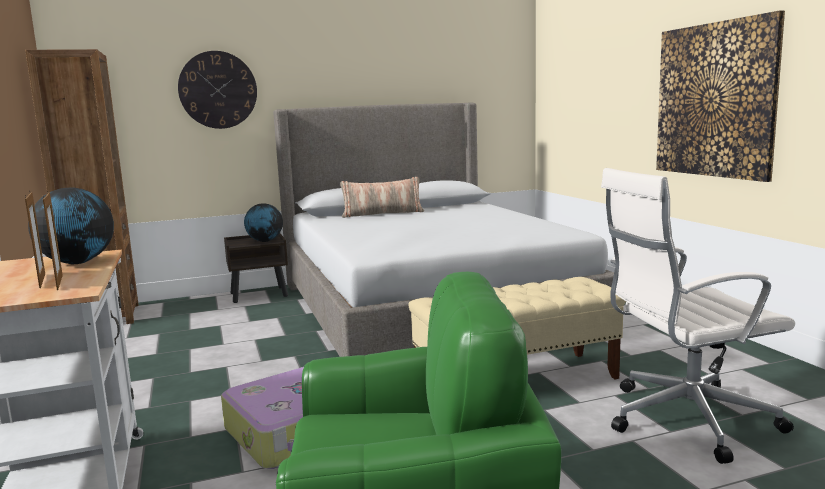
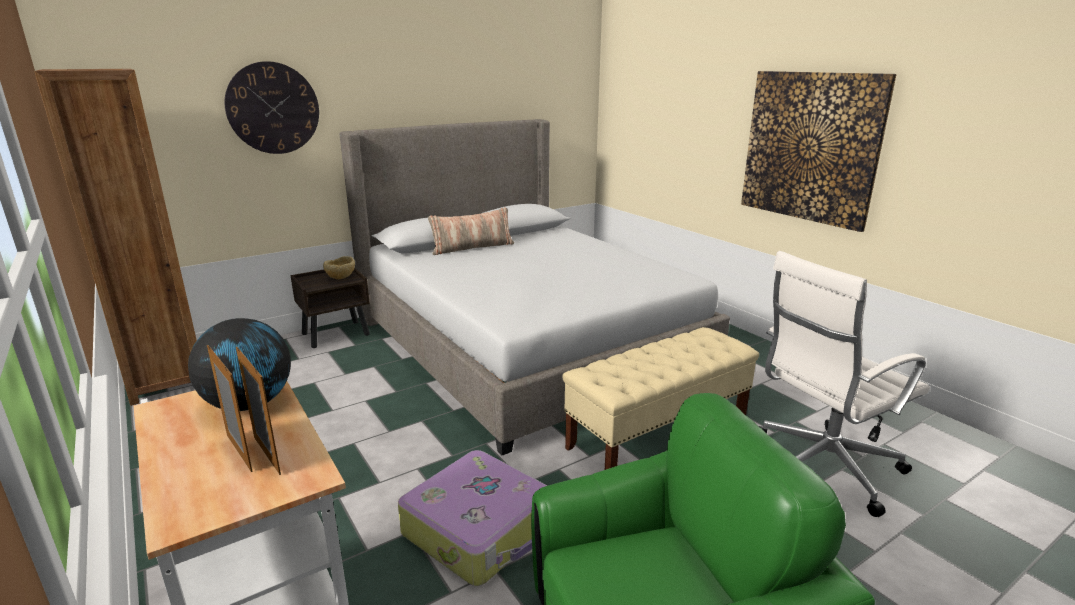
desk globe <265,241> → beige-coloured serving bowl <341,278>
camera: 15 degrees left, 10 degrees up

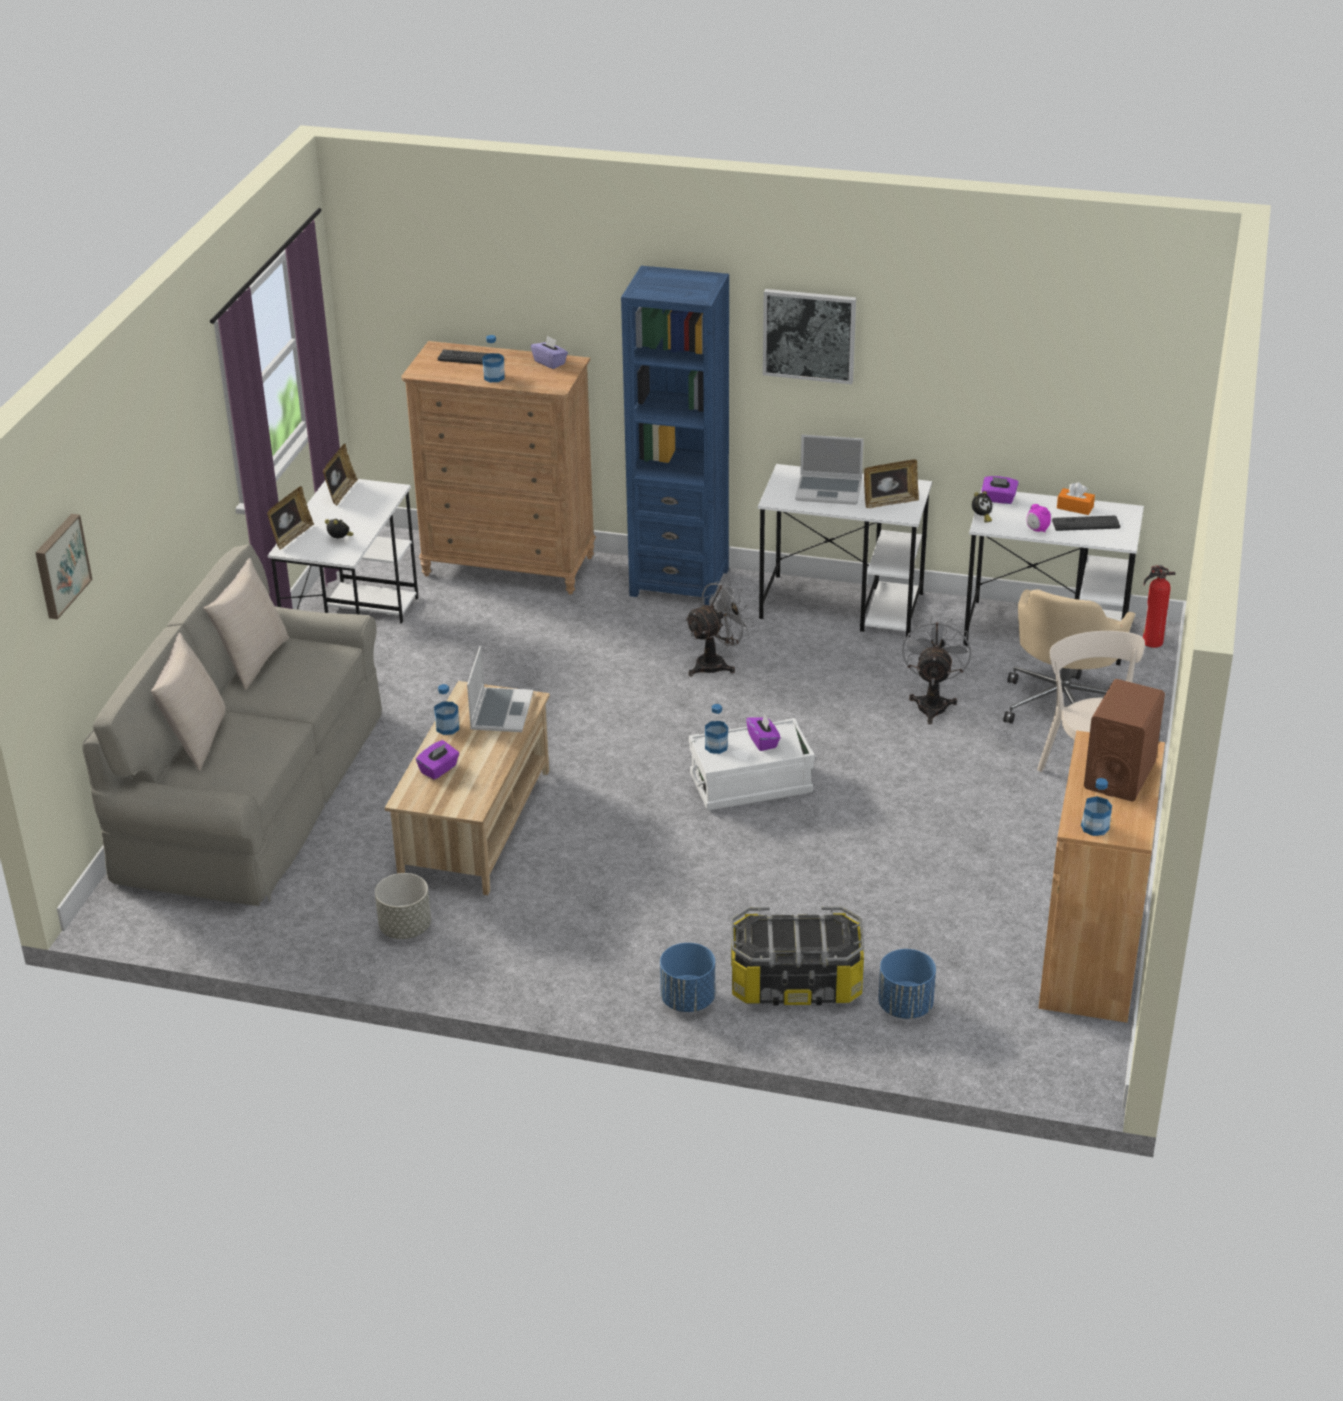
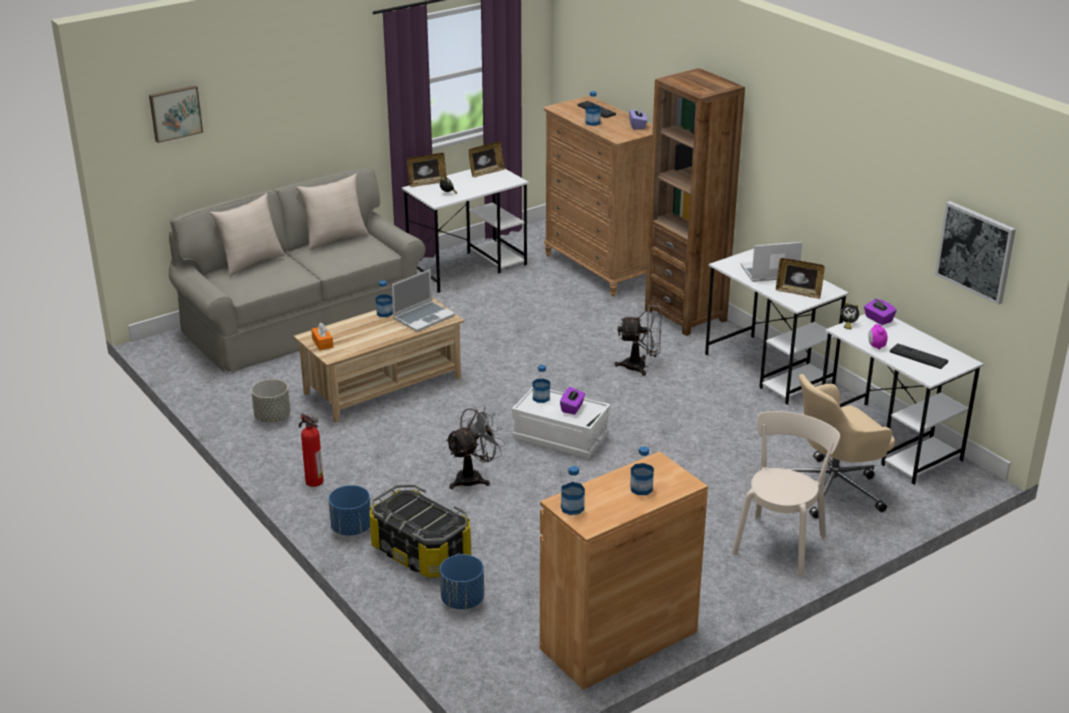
purplish box of tissues <439,769> → -
wall art <809,335> → wall art <976,251>, move
greyish fan <932,703> → greyish fan <474,477>, move
orangey box of tissues <1075,507> → orangey box of tissues <322,343>, move
extinguisher <1151,642> → extinguisher <313,481>, move
brown-coloured speaker <1119,775> → beverage bottle <641,488>
bluish shelving unit <679,582> → brown-coloured shelving unit <686,315>
notebook computer <829,491> → notebook computer <769,272>, 120 degrees clockwise
camera: 40 degrees right, 5 degrees down

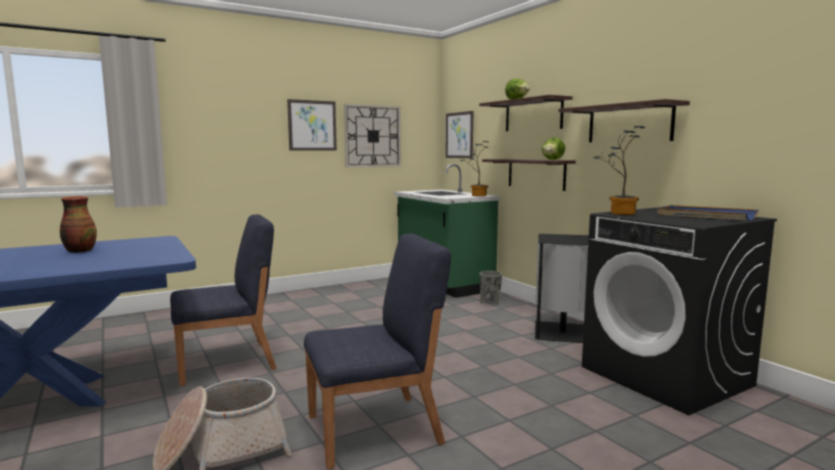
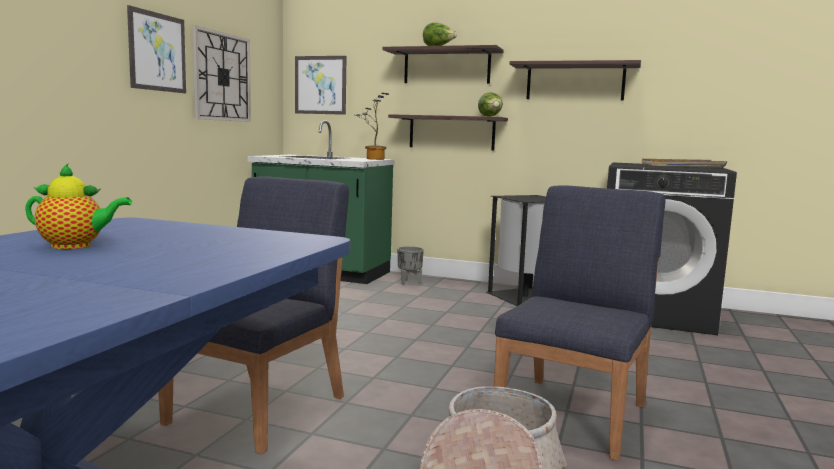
potted plant <618,213> → -
vase <79,251> → pot for tea <76,246>
camera: 40 degrees left, 0 degrees up

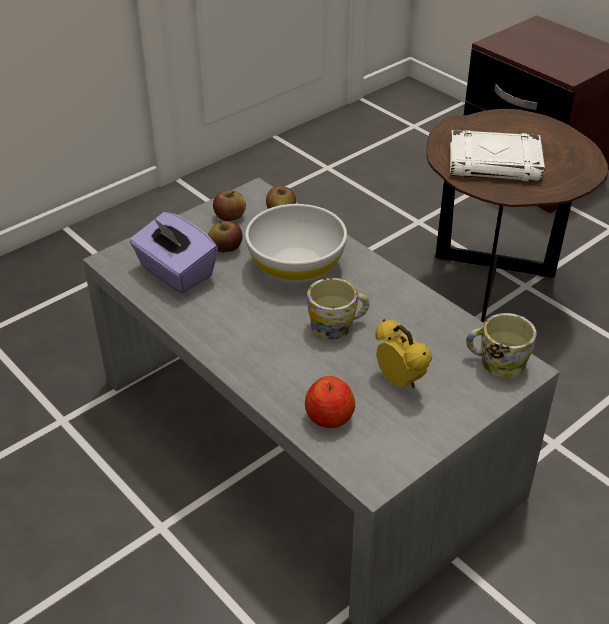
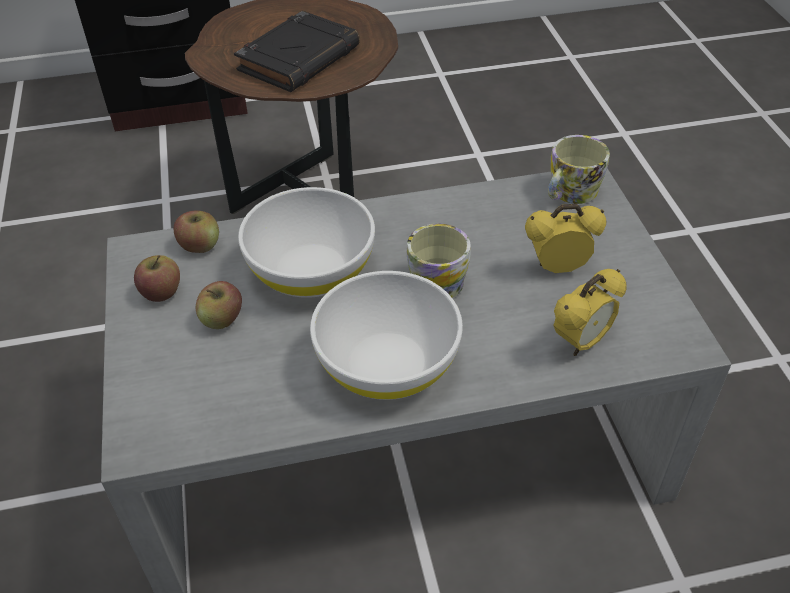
purplish box of tissues <175,272> → -
- → white serving bowl <387,365>
apple fruit <329,417> → bedside clock <581,342>
white book <495,163> → blackish book <299,58>
camera: 60 degrees left, 5 degrees up

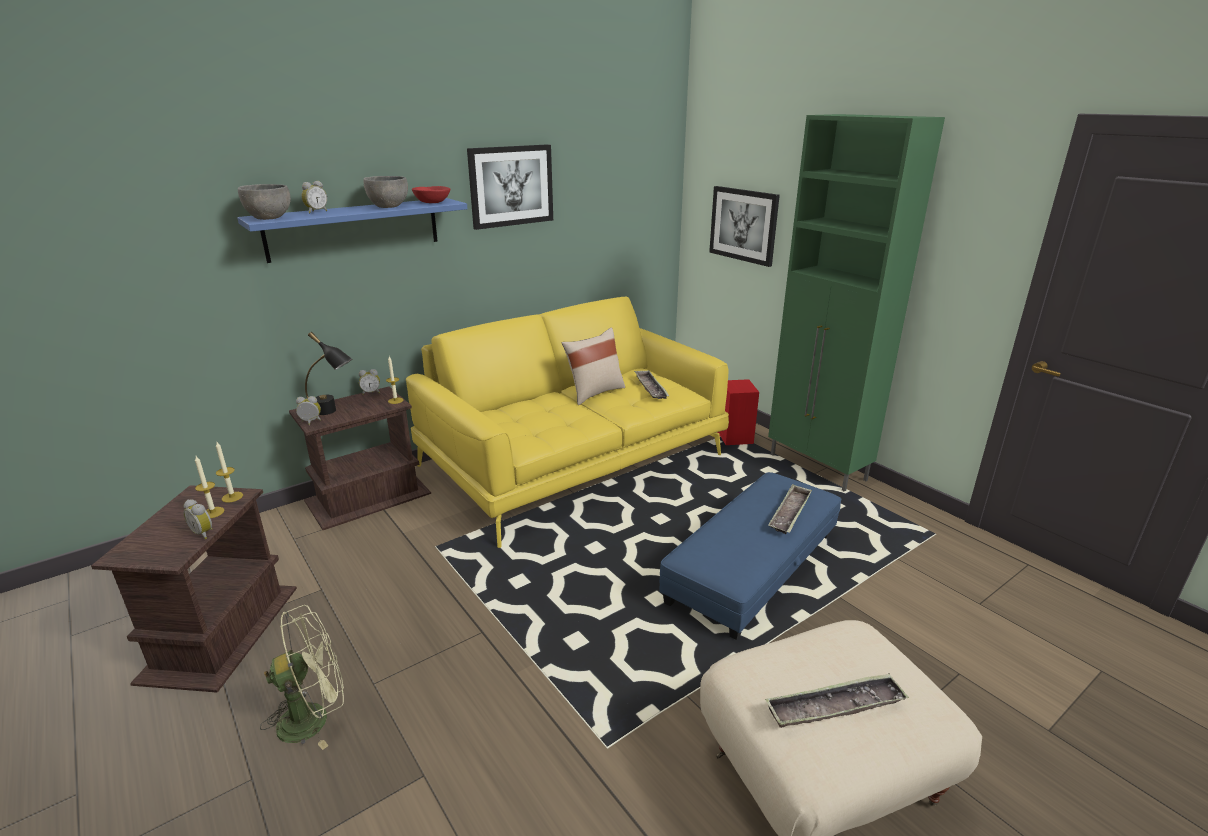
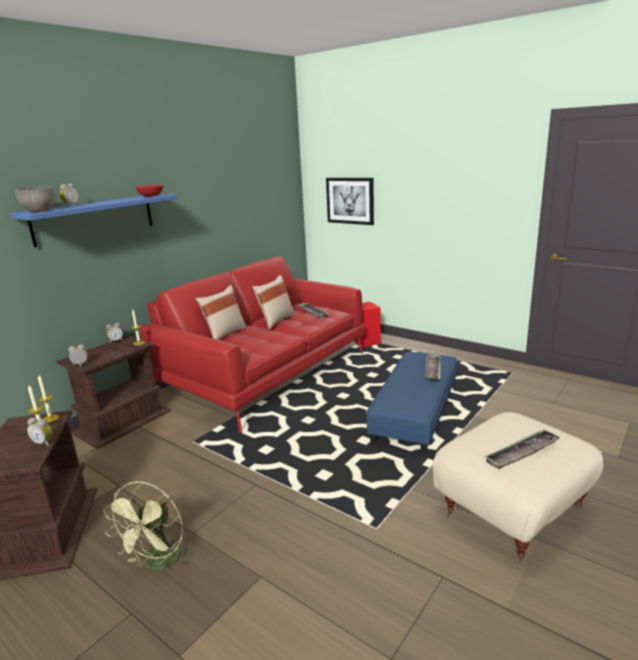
blackish lamp for a table <333,412> → -
greyish serving bowl <388,207> → -
wall art <511,186> → -
green-coloured cabinet <818,468> → -
- → beige-coloured pillow <224,334>
yellow-coloured sofa <574,460> → red-coloured sofa <266,373>
green-coloured fan <314,717> → green-coloured fan <158,564>, 150 degrees clockwise
camera: 15 degrees left, 5 degrees down

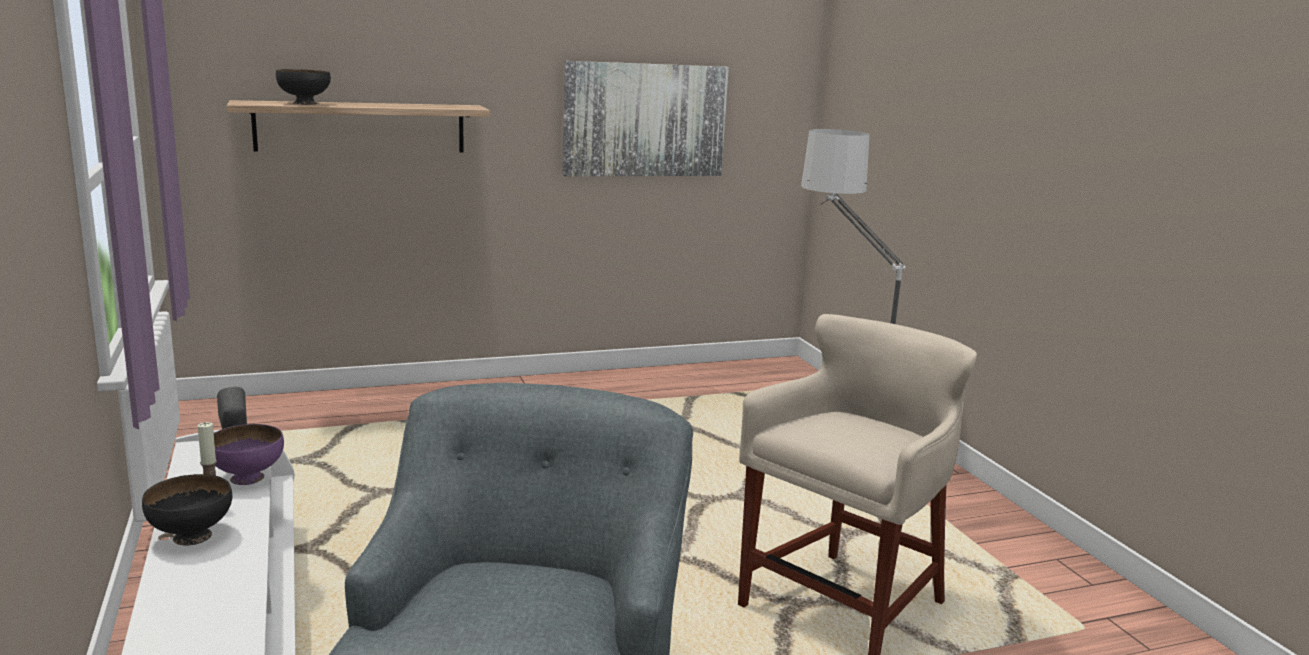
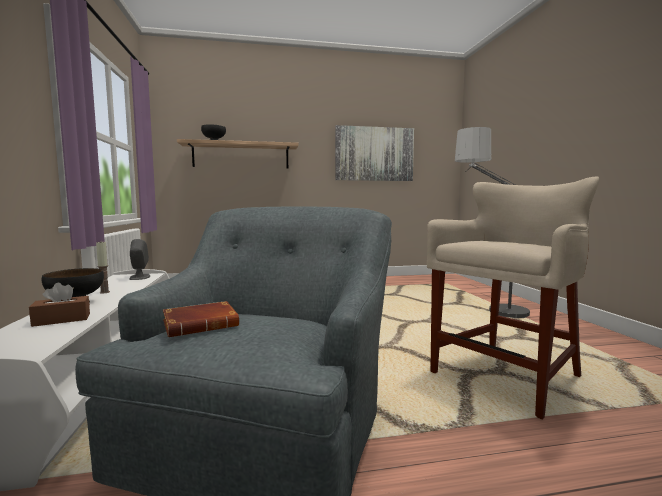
purplish serving bowl <248,478> → -
- → brown-coloured box of tissues <62,319>
- → brown-coloured book <202,324>
camera: 10 degrees right, 10 degrees down

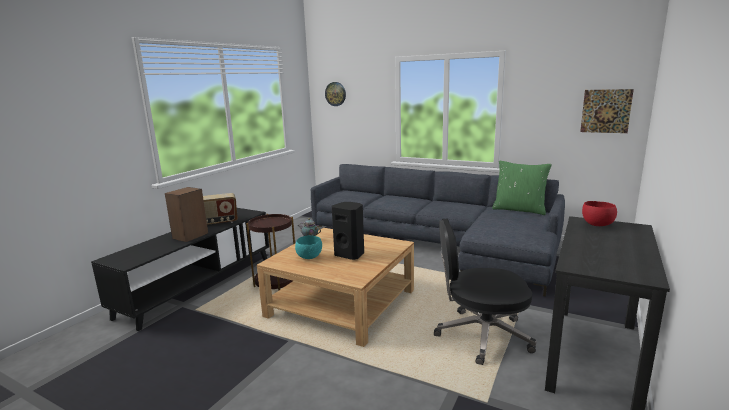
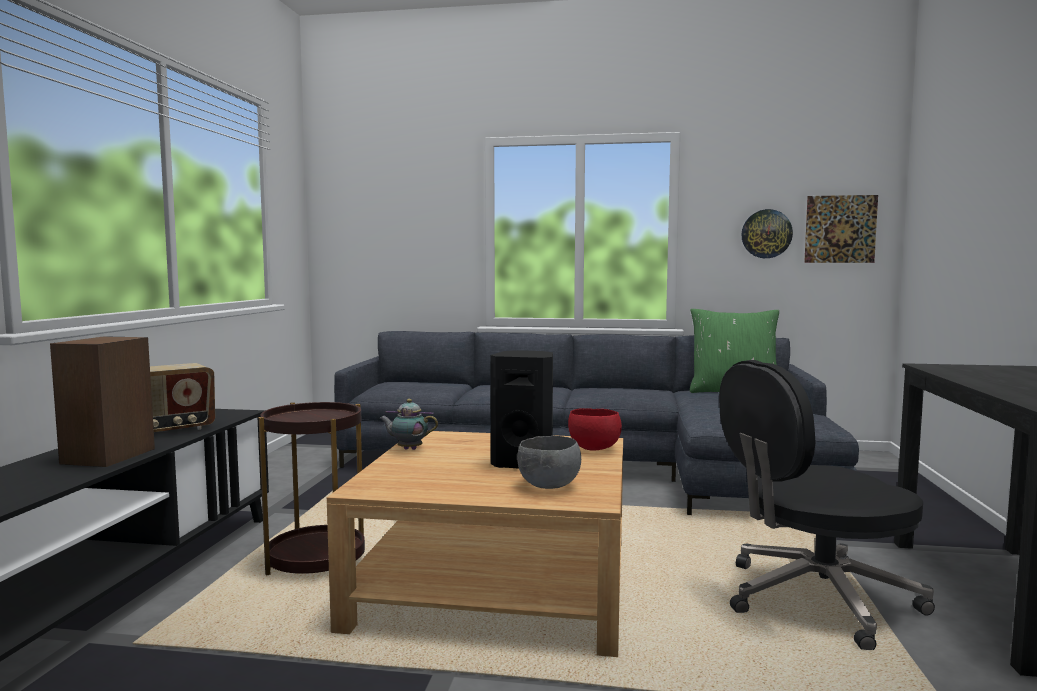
turquoise-coloured serving bowl <310,257> → -
- → greyish serving bowl <548,486>
clock on the wall <335,94> → clock on the wall <766,234>, move
red-coloured serving bowl <596,225> → red-coloured serving bowl <593,448>, move
camera: 20 degrees left, 10 degrees down

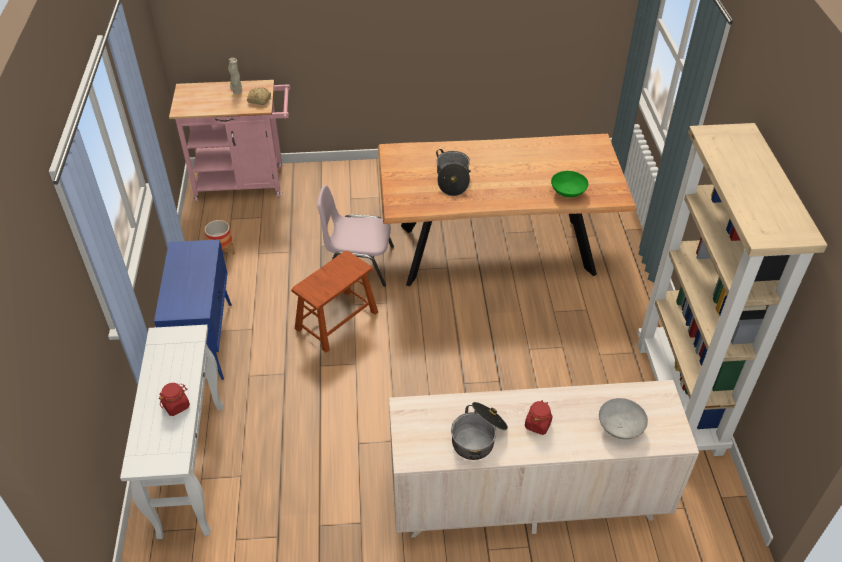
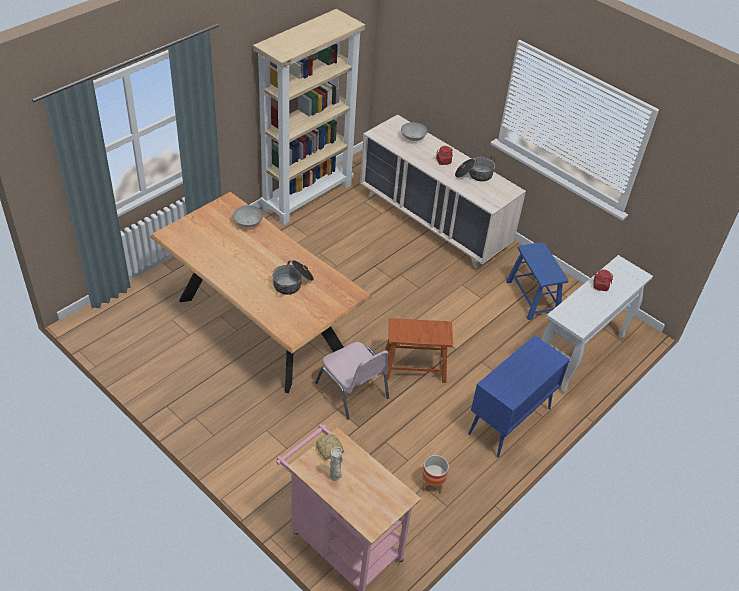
- → bluish sitting stool <533,297>
green-coloured serving bowl <567,193> → greyish serving bowl <249,223>
camera: 135 degrees left, 0 degrees up

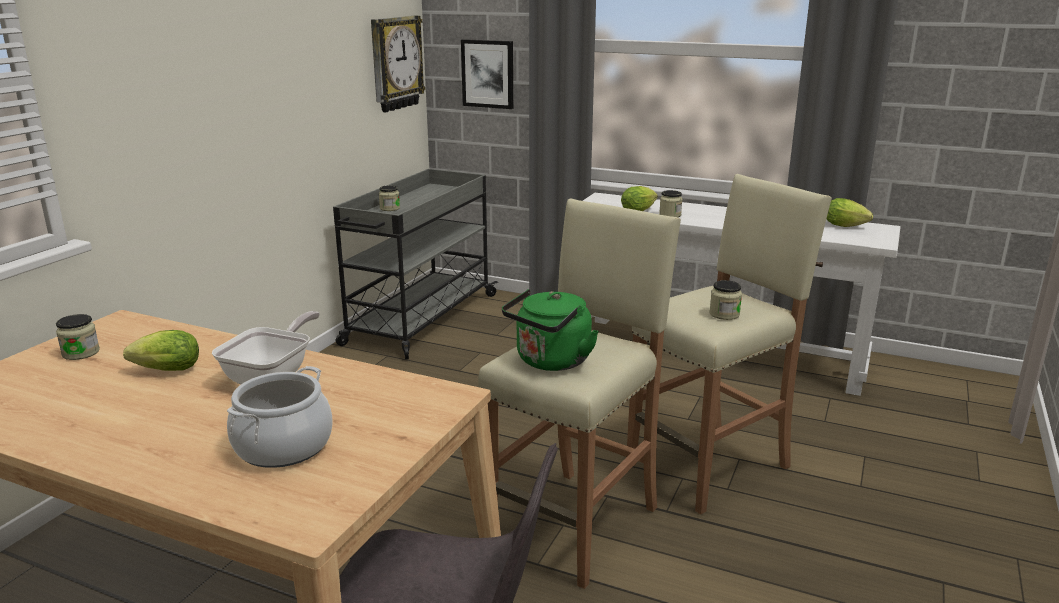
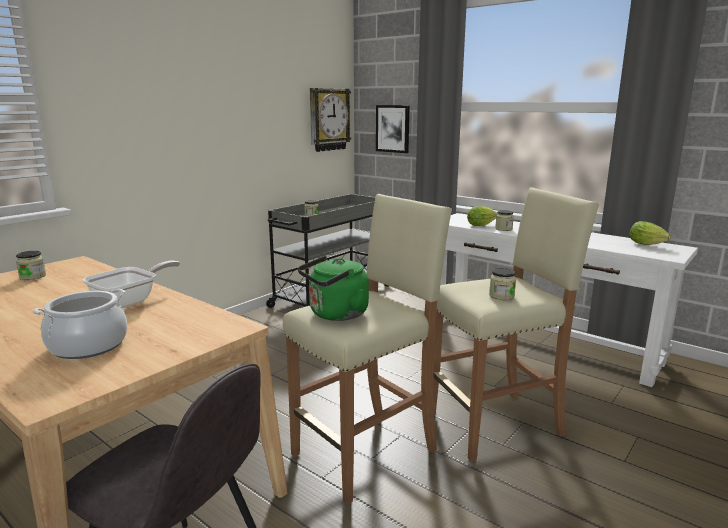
lettuce head <164,371> → -
camera: 15 degrees right, 5 degrees down

